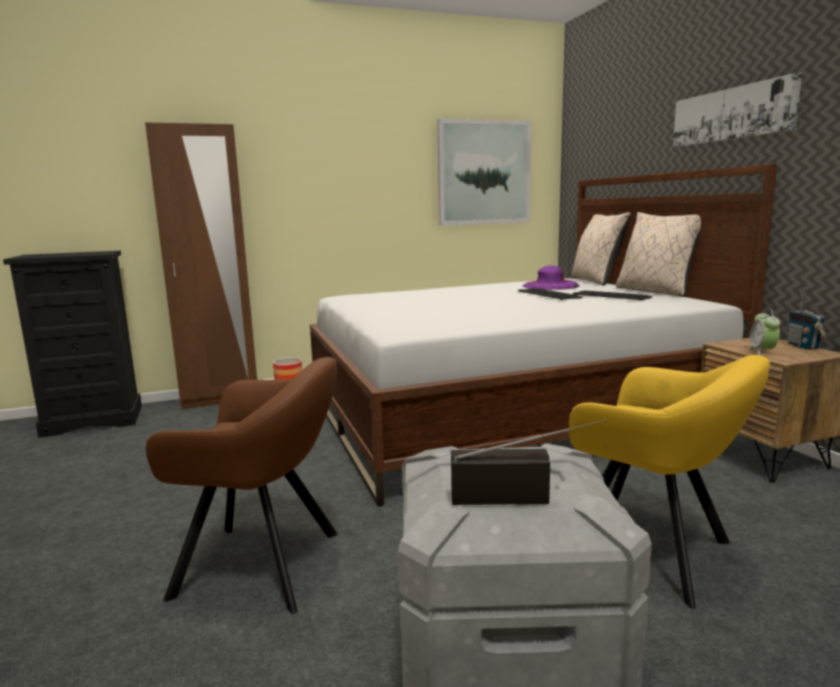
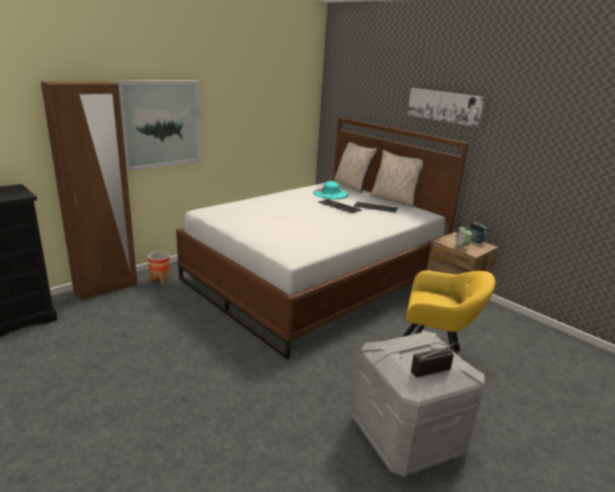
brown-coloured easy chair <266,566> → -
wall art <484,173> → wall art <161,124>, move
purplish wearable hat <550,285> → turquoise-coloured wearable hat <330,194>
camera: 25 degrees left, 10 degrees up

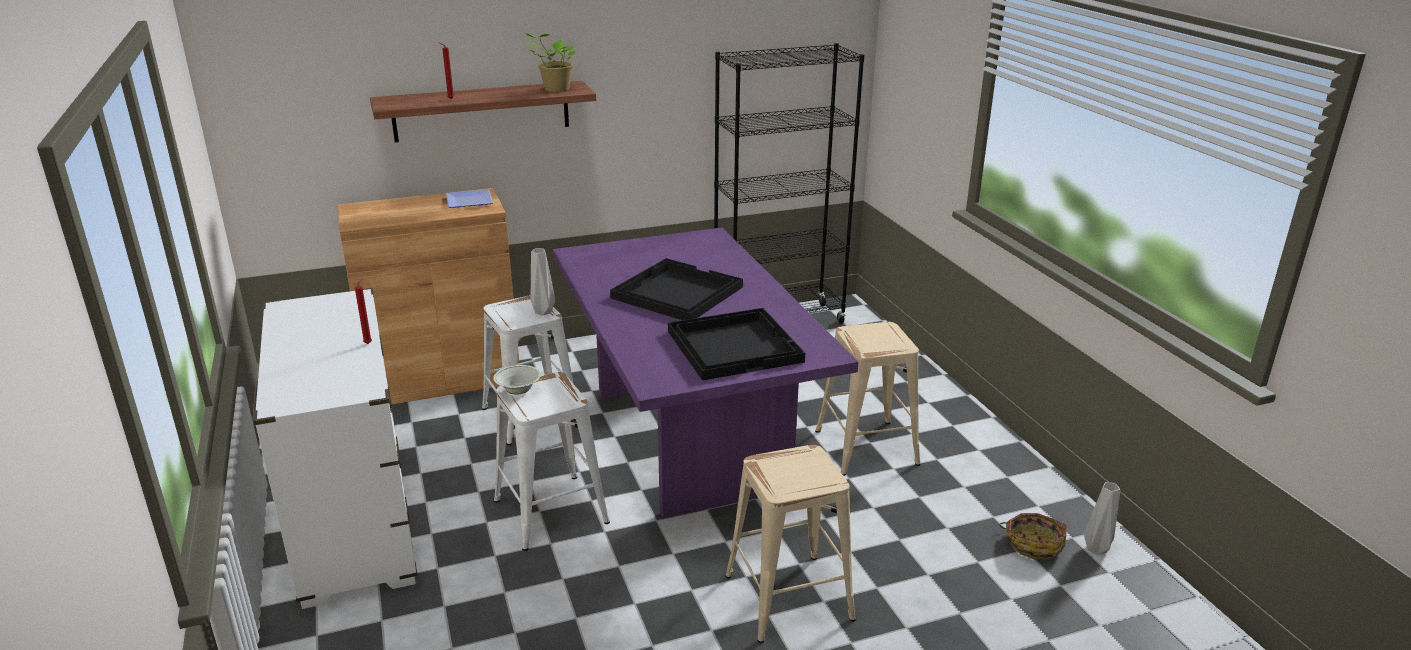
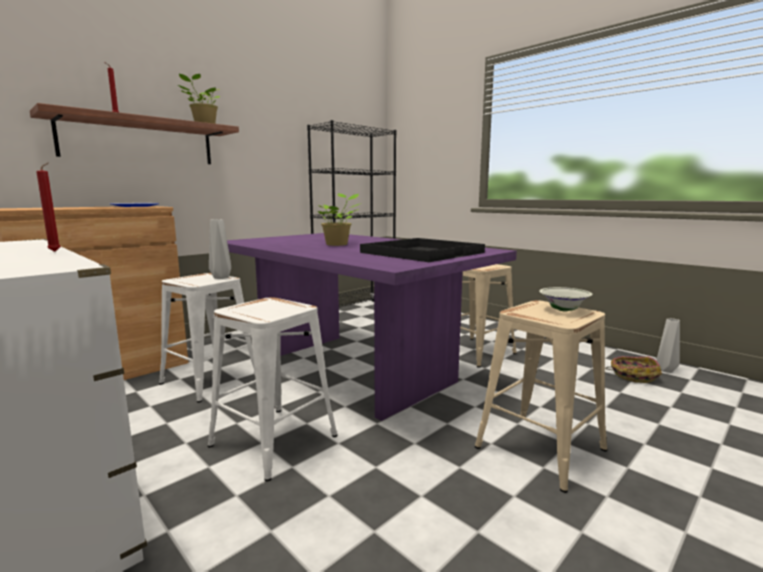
white serving bowl <518,391> → white serving bowl <563,310>, move
blackish tray <675,293> → potted plant <338,244>
camera: 25 degrees left, 15 degrees down

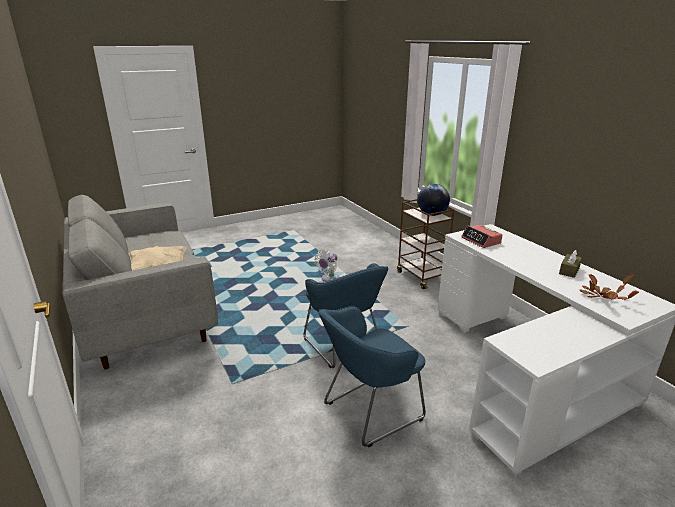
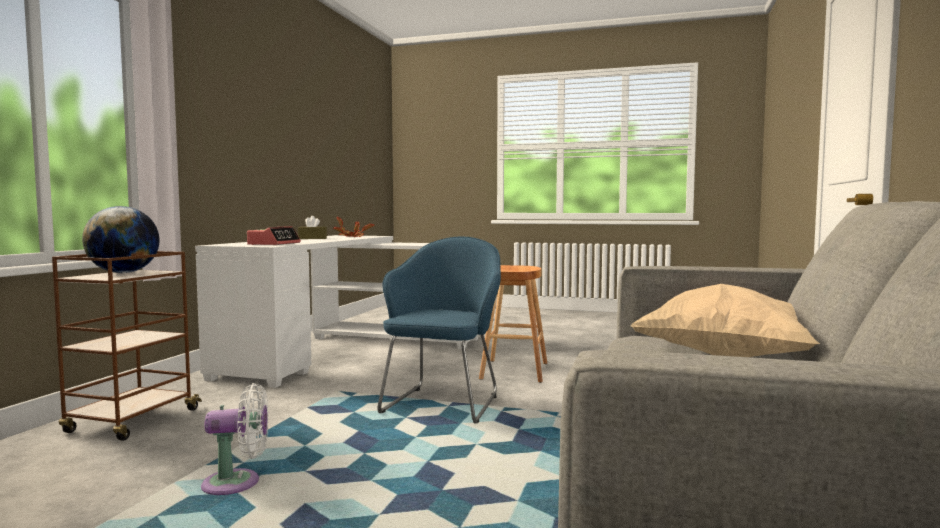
bluish easy chair <369,412> → brown-coloured sitting stool <514,371>
camera: 135 degrees left, 20 degrees down

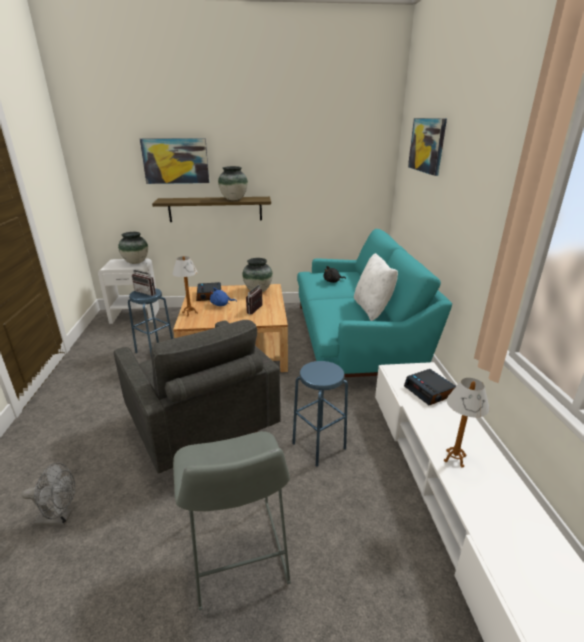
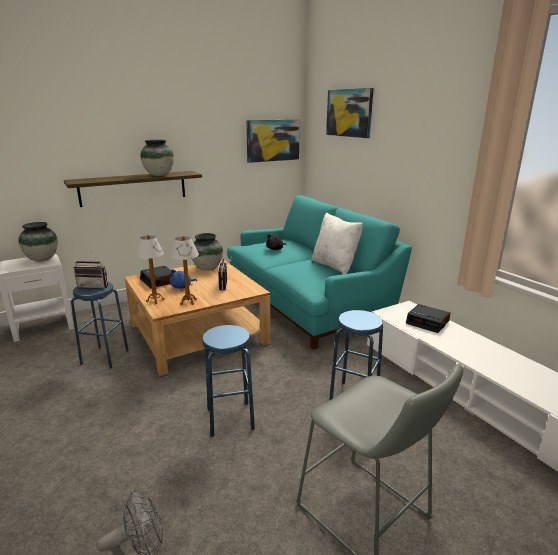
wall art <175,161> → wall art <273,140>, move
lamp for a table <454,458> → lamp for a table <188,302>, move
greyish easy chair <201,430> → bluish sitting stool <230,419>
camera: 25 degrees left, 5 degrees down

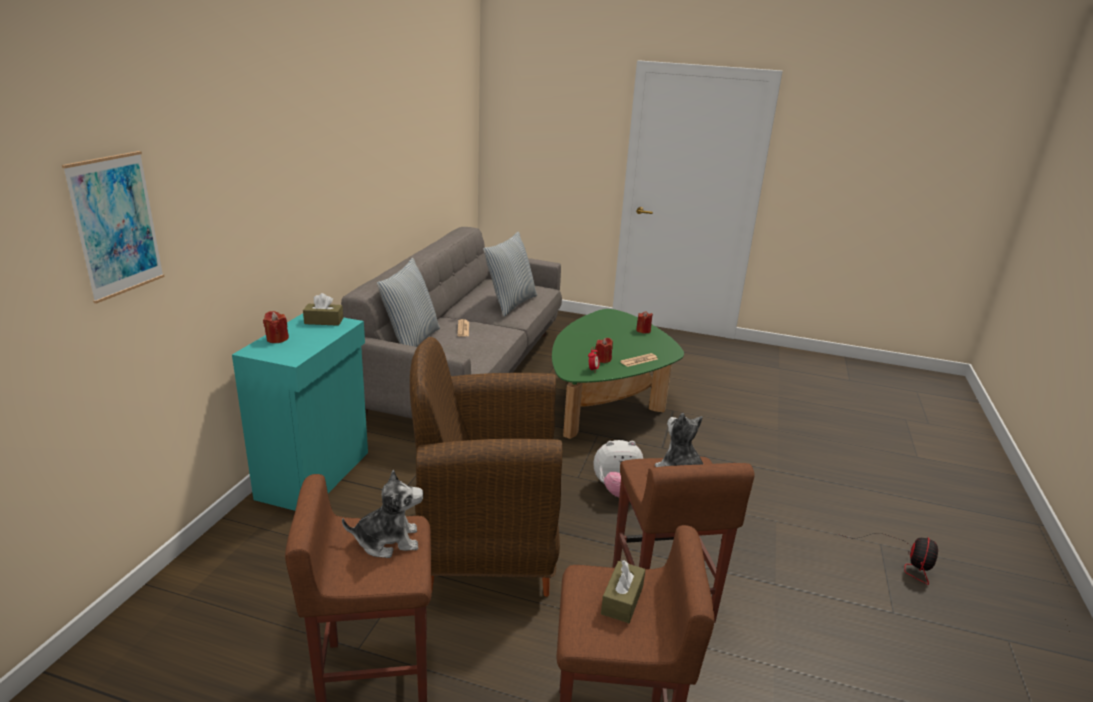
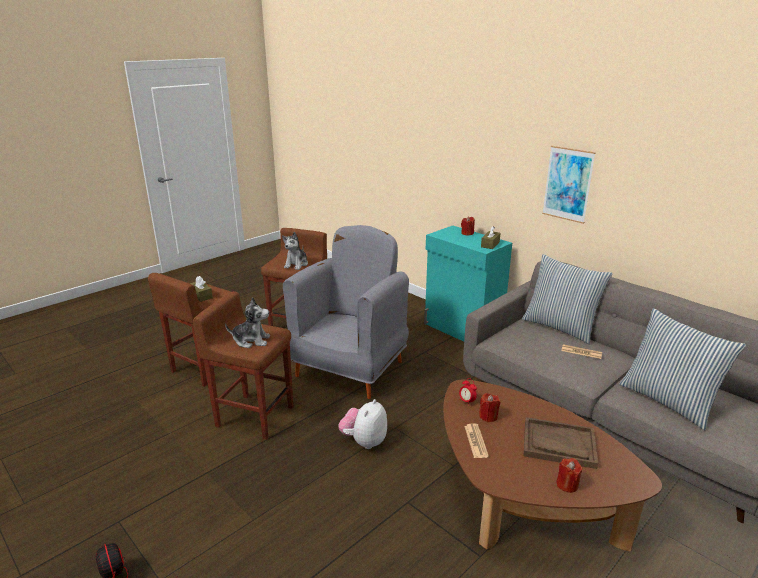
- → brown-coloured tray <558,444>
wall art <116,225> → wall art <568,184>, move
brown-coloured easy chair <486,548> → greyish easy chair <350,368>
green-coloured lounge table <606,401> → brown-coloured lounge table <522,502>
camera: 120 degrees right, 0 degrees up

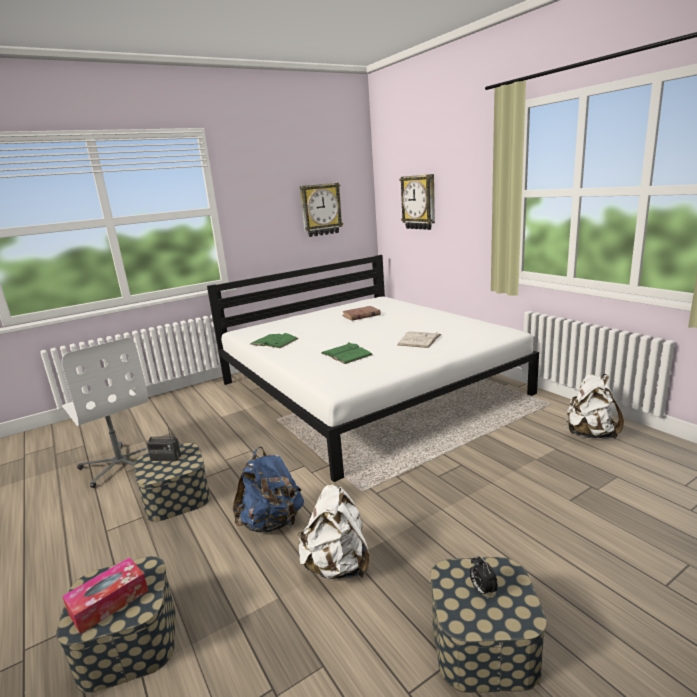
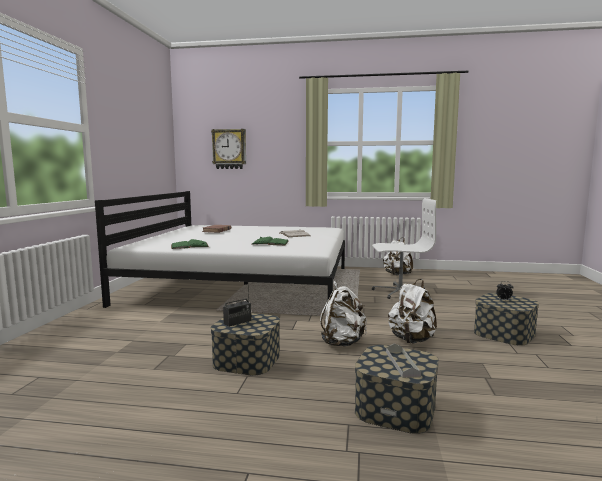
clock on the wall <320,210> → -
white computer chair <121,464> → white computer chair <399,292>, move
box of tissues <109,602> → greyish tray <402,364>
bluish backpack <272,523> → white backpack <342,343>
camera: 50 degrees left, 10 degrees down

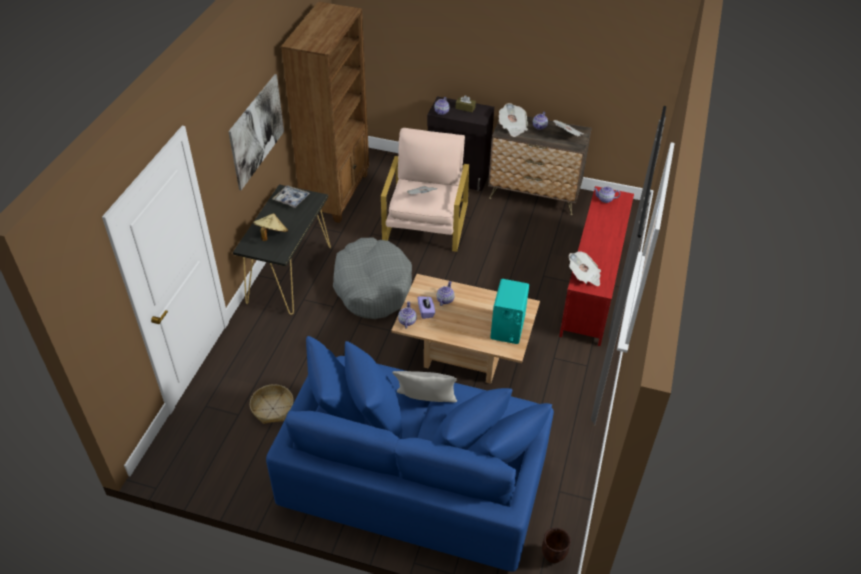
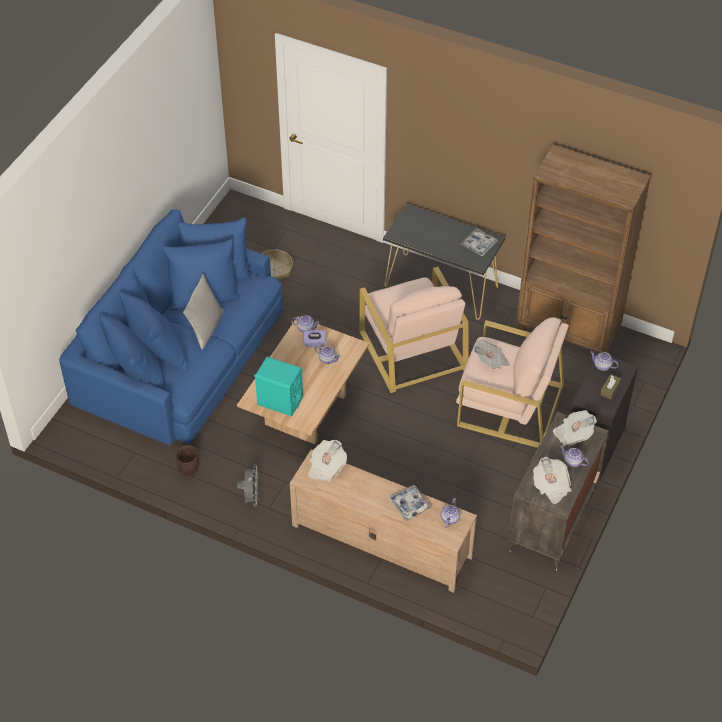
wall art <257,131> → -
beige-coloured wearable hat <271,235> → -
- → greyish fan <250,497>
- → tray <410,505>
brown-coloured plant pot <553,556> → brown-coloured plant pot <188,471>, move
greyish dog cushion <372,286> → beige-coloured easy chair <412,349>
red-coloured tv stand <592,286> → beige-coloured tv stand <381,541>
camera: 100 degrees right, 5 degrees up

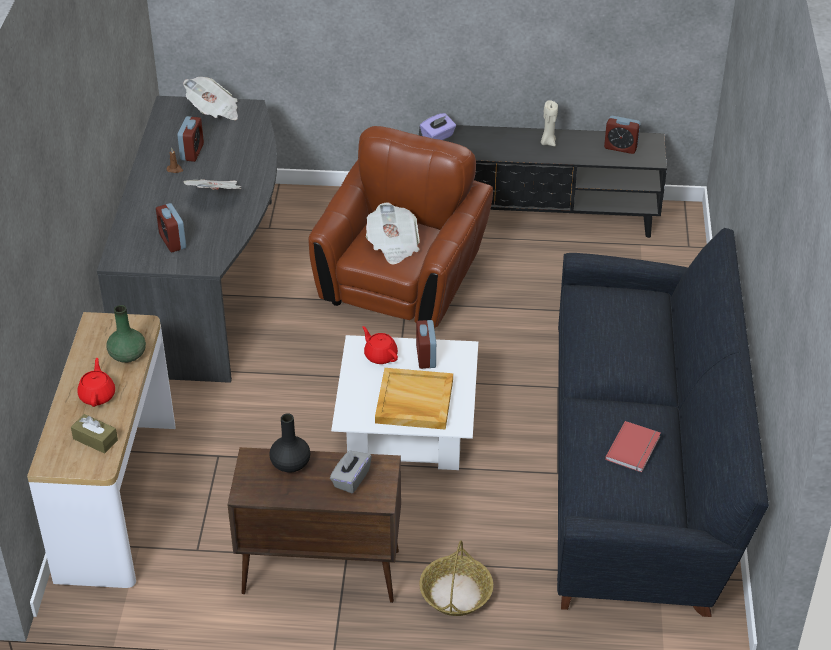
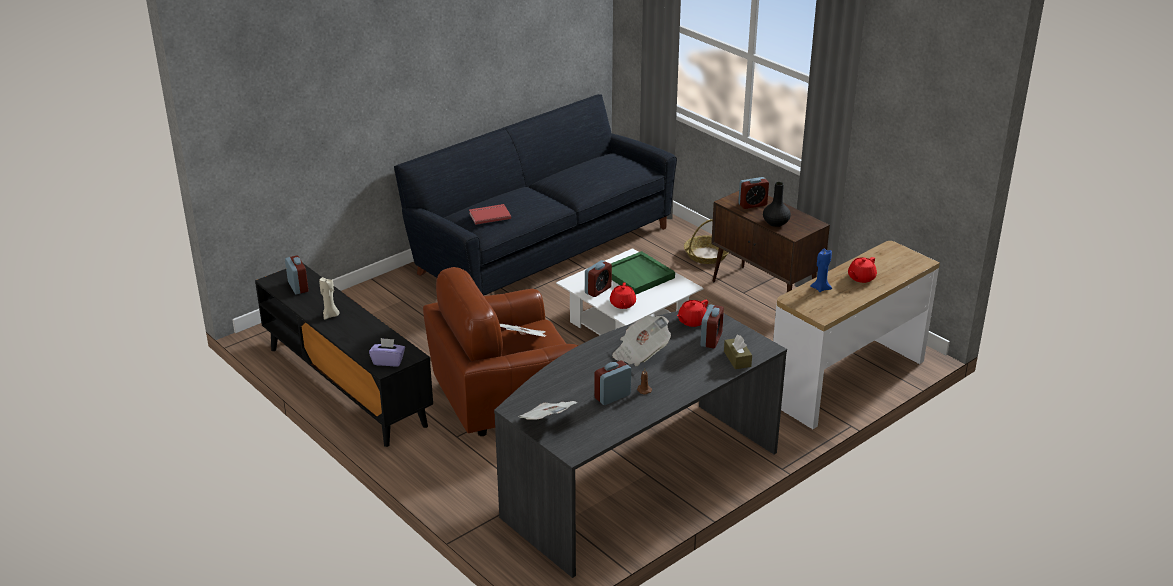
- → red-coloured pot for tea <692,321>
brown-coloured box of tissues <95,439> → brown-coloured box of tissues <737,359>, move
red-coloured book <634,448> → red-coloured book <489,215>, move
green-coloured vase <127,355> → bluish wax candle <820,288>
greyish box of tissues <351,479> → bedside clock <752,204>
beige-coloured tray <413,402> → green-coloured tray <639,275>
camera: 135 degrees left, 10 degrees down

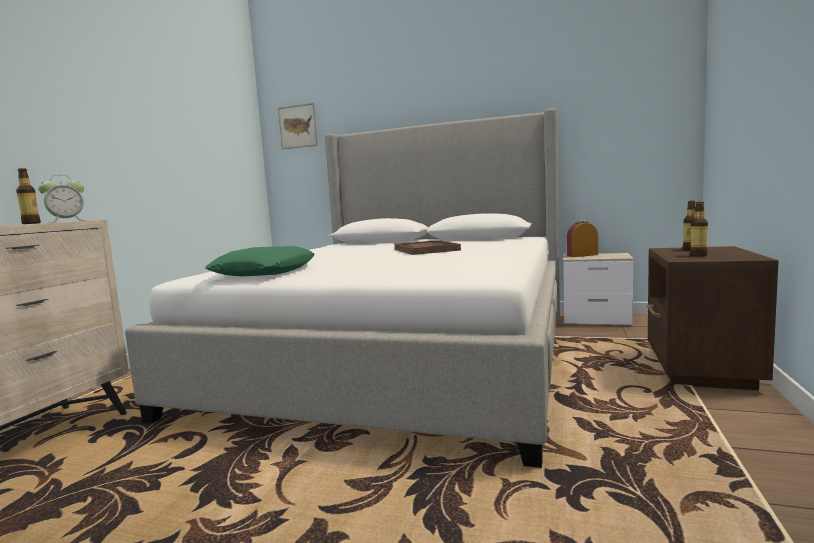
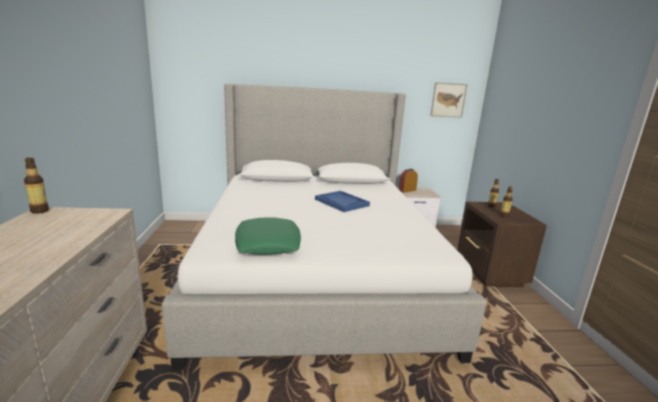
bedside clock <67,221> → -
wall art <298,126> → wall art <448,100>, move
brown-coloured tray <426,250> → bluish tray <341,202>
camera: 25 degrees left, 10 degrees up

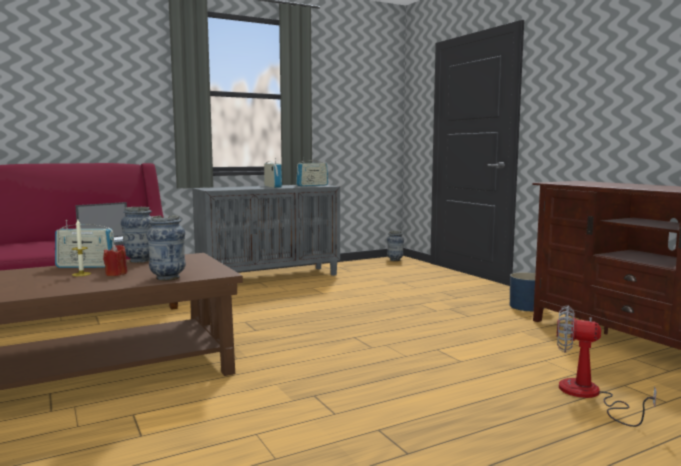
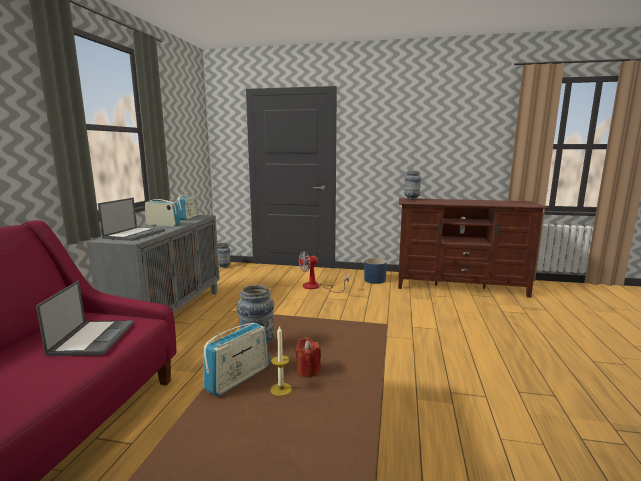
- → notebook computer <135,234>
vase <168,278> → vase <411,199>, move
fan <589,396> → fan <316,287>, move
camera: 50 degrees left, 5 degrees up

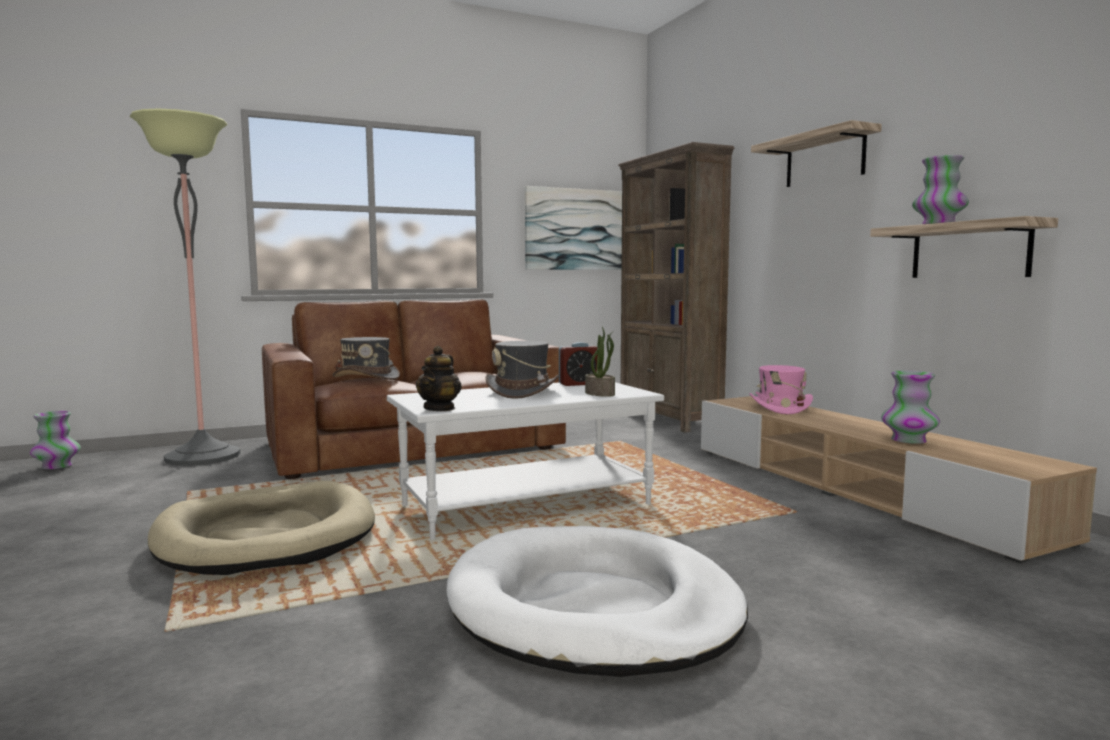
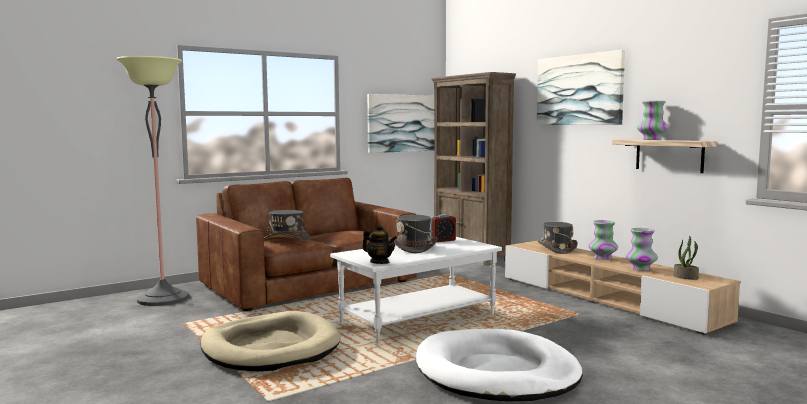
vase <57,466> → vase <602,258>, move
potted plant <600,394> → potted plant <686,277>, move
shelf <824,159> → wall art <579,90>
pink-coloured wearable hat <780,408> → greyish wearable hat <557,249>
pot for tea <439,408> → pot for tea <379,262>, 60 degrees counterclockwise
camera: 10 degrees left, 0 degrees up

